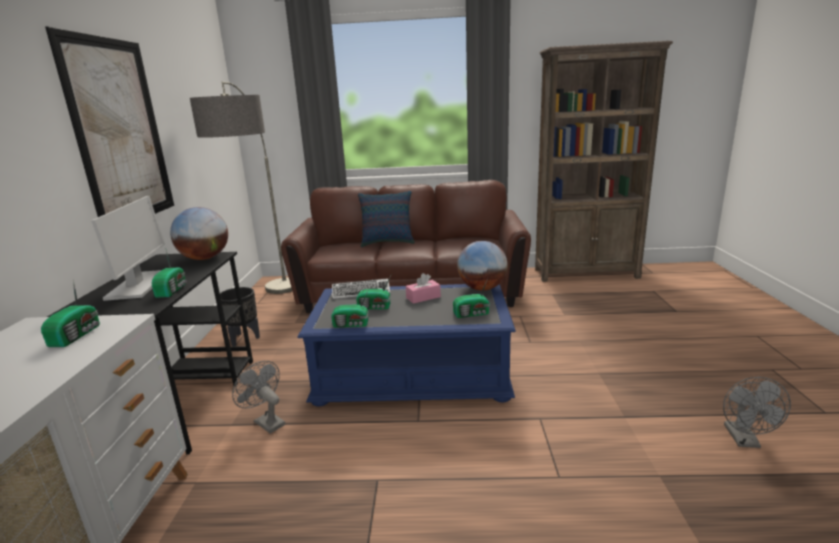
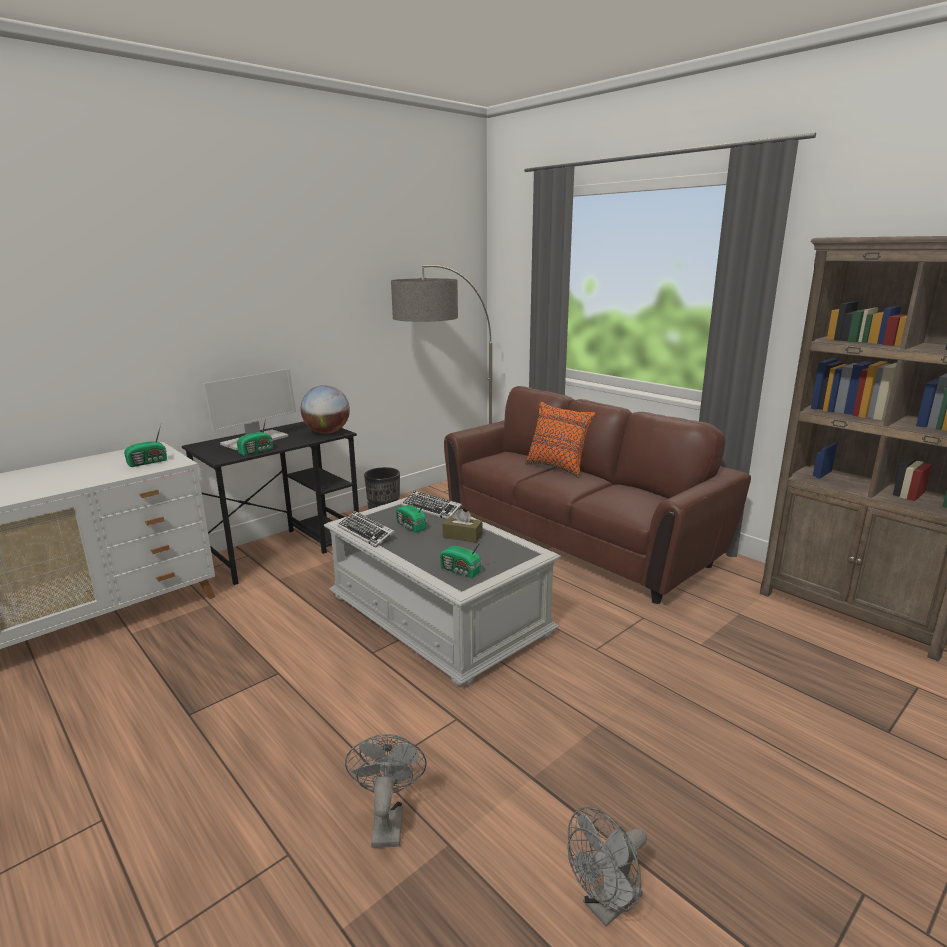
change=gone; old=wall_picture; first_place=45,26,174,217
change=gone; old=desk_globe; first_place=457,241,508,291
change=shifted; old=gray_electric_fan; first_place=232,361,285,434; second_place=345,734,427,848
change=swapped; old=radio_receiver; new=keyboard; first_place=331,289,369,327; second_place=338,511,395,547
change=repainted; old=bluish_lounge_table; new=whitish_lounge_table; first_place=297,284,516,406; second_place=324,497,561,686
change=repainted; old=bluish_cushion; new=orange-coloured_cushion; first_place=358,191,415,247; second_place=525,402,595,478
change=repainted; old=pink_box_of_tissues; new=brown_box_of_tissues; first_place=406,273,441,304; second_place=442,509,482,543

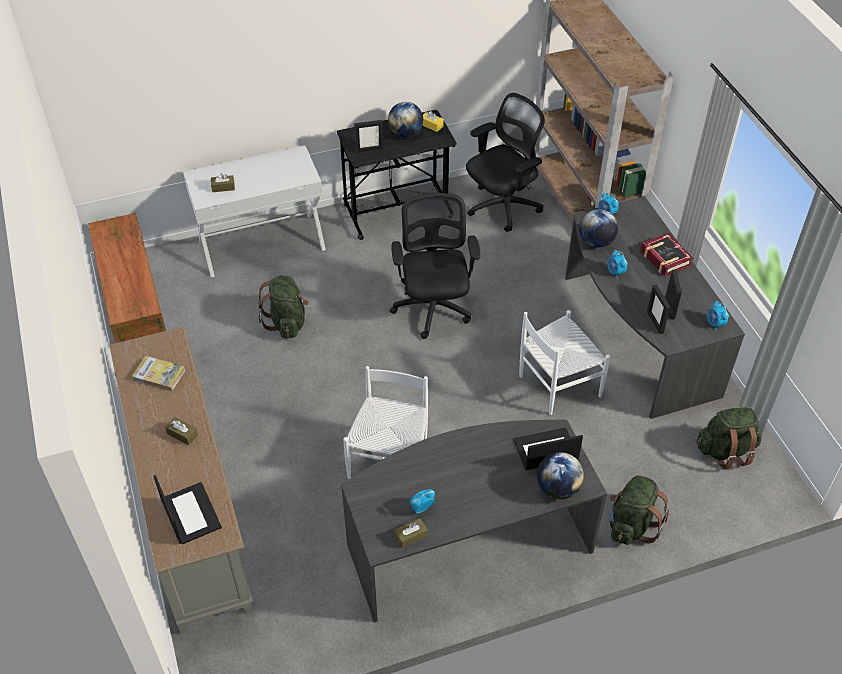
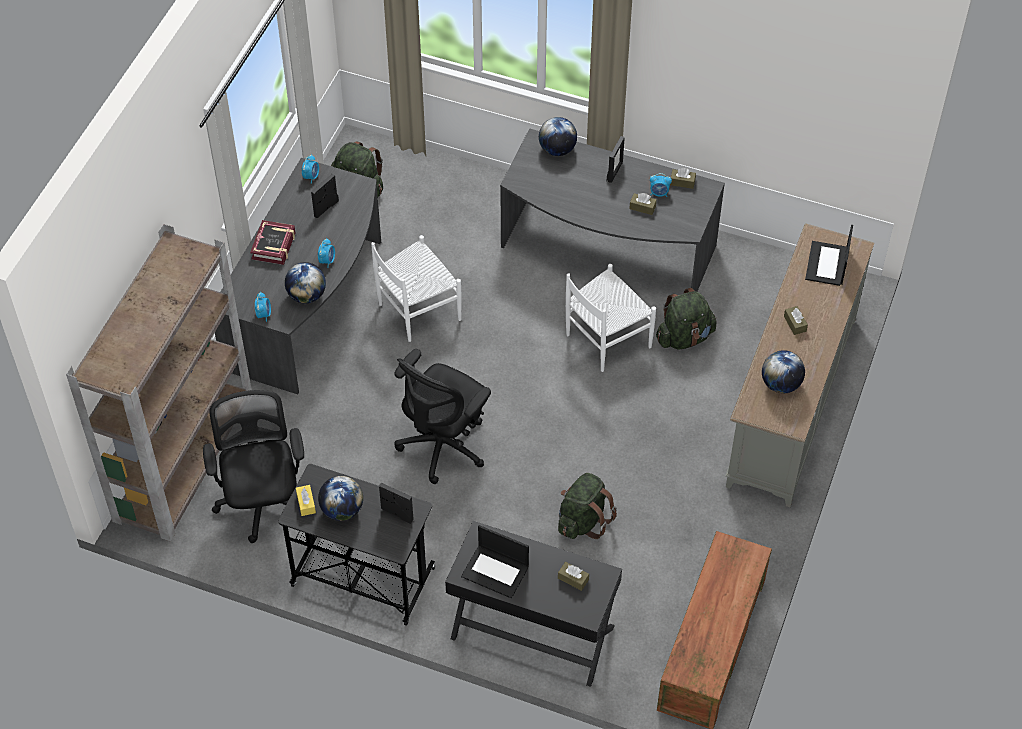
change=new; new=brown_box_of_tissues; second_place=629,193,657,215
change=shifted; old=portable_computer; first_place=514,427,583,470; second_place=461,525,529,598
change=shifted; old=green-coloured_knapsack; first_place=609,475,669,545; second_place=656,288,717,350
change=shifted; old=photo_frame; first_place=647,284,670,334; second_place=607,136,625,183
change=swapped; old=volume; new=desk_globe; first_place=132,356,186,391; second_place=762,350,805,393
change=repainted; old=whitish_narrow_table; new=black-coloured_narrow_table; first_place=183,145,326,277; second_place=445,521,622,687
change=rotated; old=black-coloured_desk_chair; first_place=466,93,545,232; second_place=203,390,304,543; degrees=75
change=rotated; old=whitish_plain_chair; first_place=519,310,610,415; second_place=371,235,462,342; degrees=135

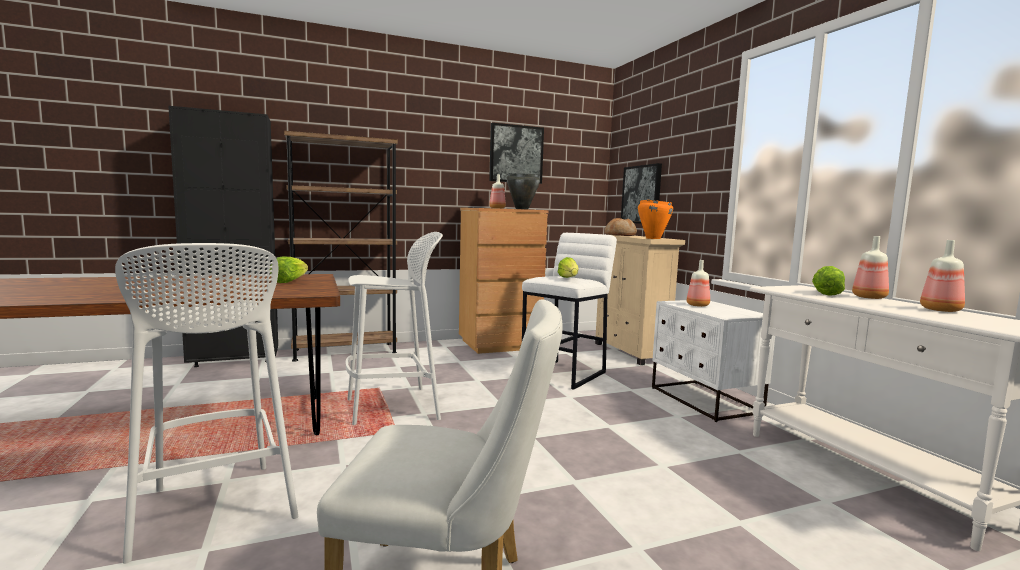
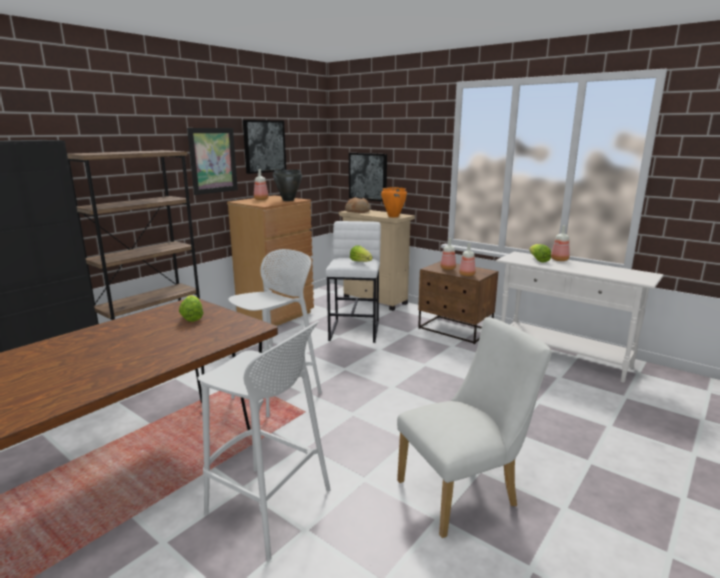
change=new; new=wall_picture; second_place=187,128,238,195
change=shifted; old=beverage_bottle; first_place=920,240,965,312; second_place=459,243,476,276
change=repainted; old=whitish_night_table; new=brown_night_table; first_place=652,300,775,422; second_place=418,261,499,344

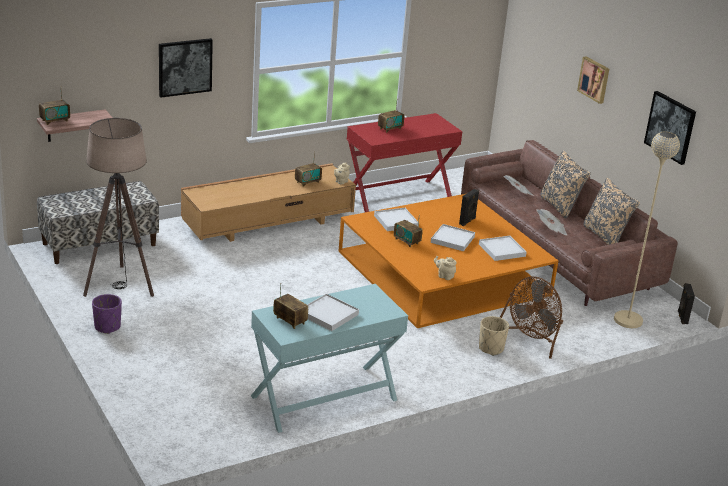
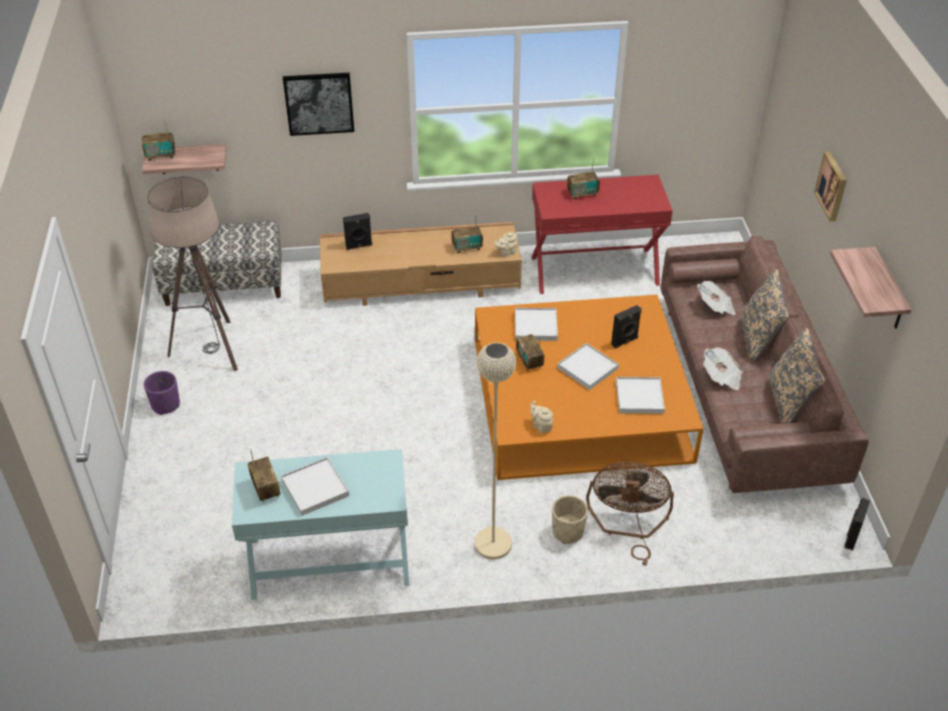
change=new; new=black-coloured_loudspeaker; second_place=343,213,372,250
change=shifted; old=sand-coloured_floor_lamp; first_place=614,131,680,328; second_place=474,342,516,559
change=swapped; old=wall_picture; new=bracket_shelf; first_place=644,91,696,165; second_place=830,247,912,329
change=rotated; old=brown_electric_fan; first_place=500,276,563,359; second_place=586,462,674,566; degrees=120

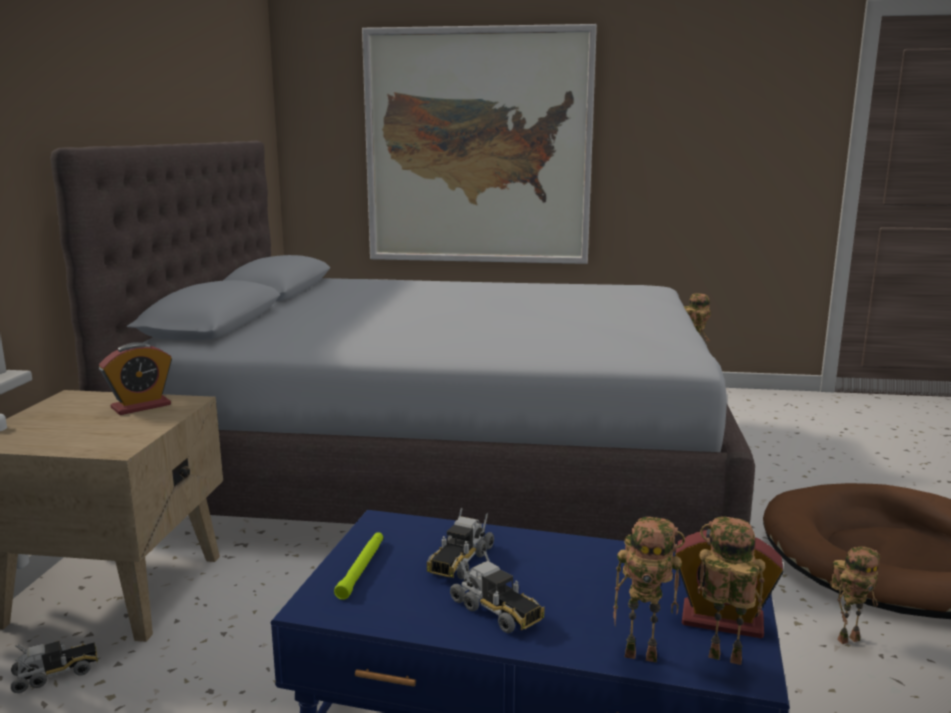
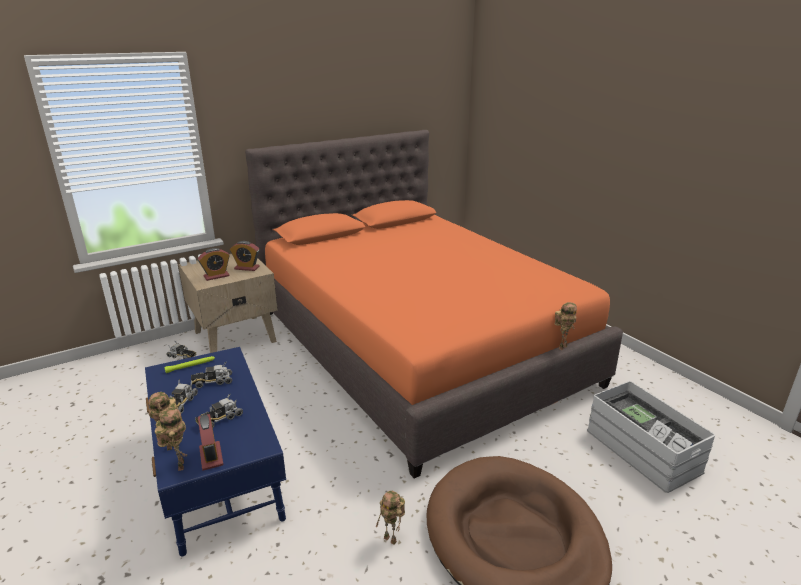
change=gone; old=wall_picture; first_place=362,24,597,264
change=new; new=toy_lorry; second_place=195,395,243,428
change=new; new=alarm_clock; second_place=198,248,230,281
change=new; new=gray_storage_container; second_place=587,381,715,493
change=repainted; old=gray_sleeping_bed; new=orange-coloured_sleeping_bed; first_place=50,141,755,544; second_place=245,130,623,478

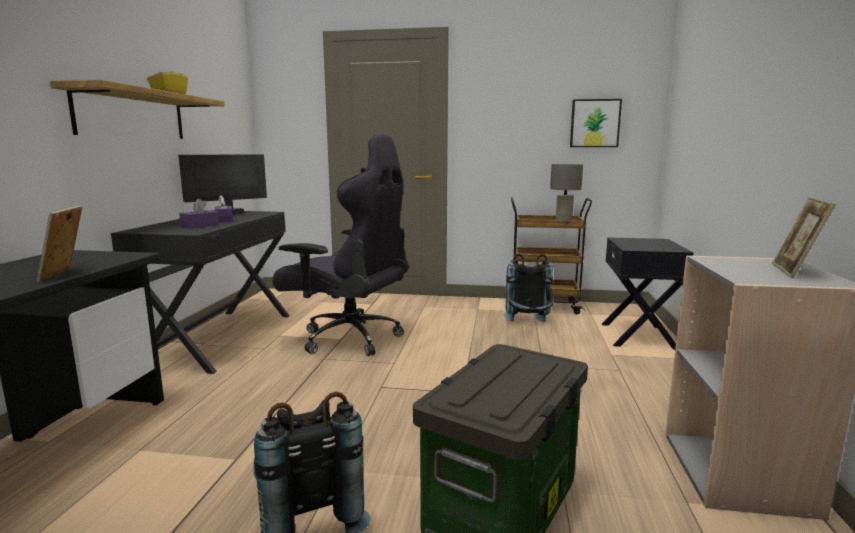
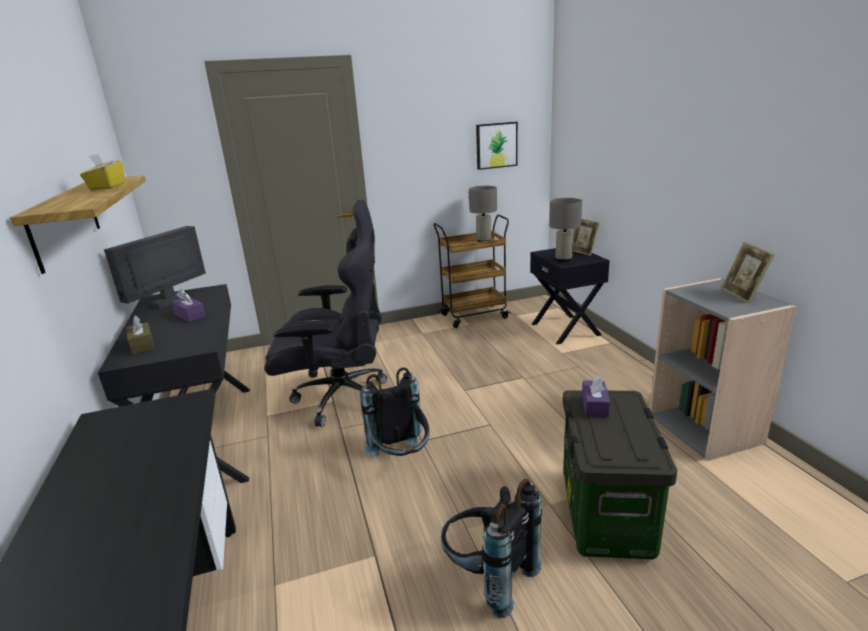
change=new; new=brown_box_of_tissues; second_place=126,315,154,355
change=new; new=gray_table_lamp; second_place=549,198,582,262
change=shifted; old=photo_frame; first_place=37,206,83,282; second_place=573,219,600,256
change=shifted; old=purple_box_of_tissues; first_place=179,199,219,228; second_place=582,375,610,418
change=shifted; old=black-coloured_knapsack; first_place=503,254,554,322; second_place=360,367,430,456

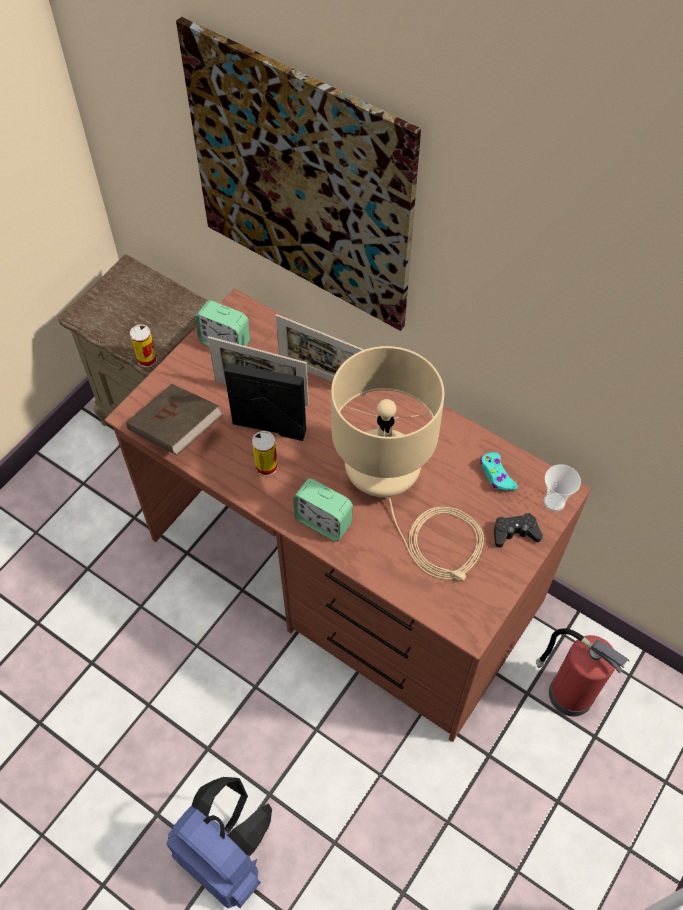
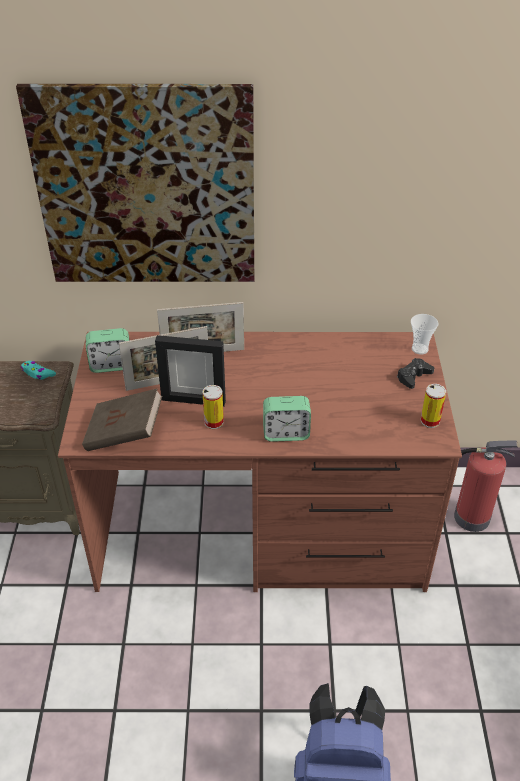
change=gone; old=sand-coloured_table_lamp; first_place=331,346,484,581
change=shifted; old=metal_can; first_place=130,324,157,367; second_place=421,384,446,428
change=shifted; old=blue-green_game_controller; first_place=480,452,518,491; second_place=21,361,56,380
change=rotated; old=photo_frame; first_place=224,363,306,441; second_place=155,335,226,407; degrees=-150

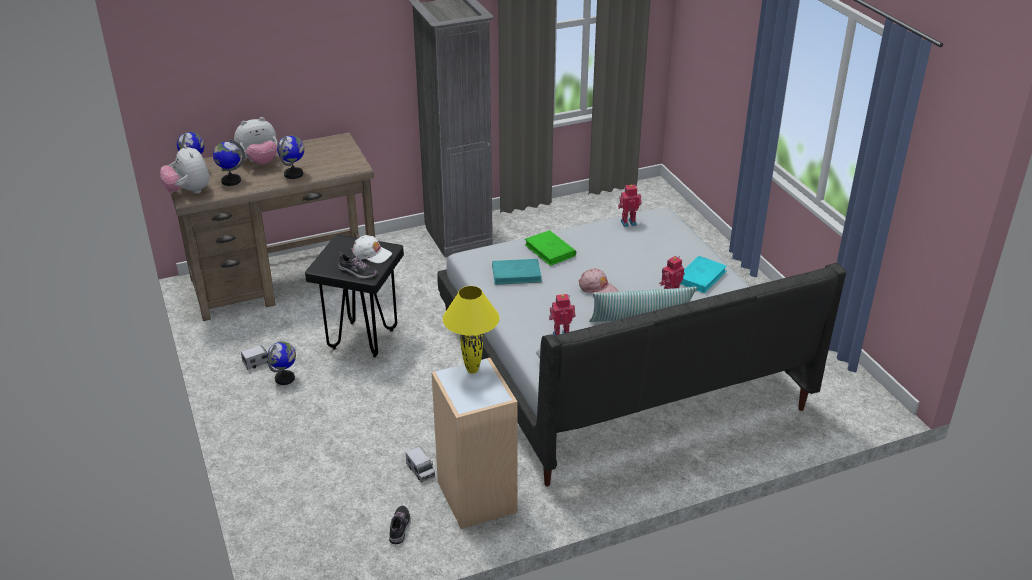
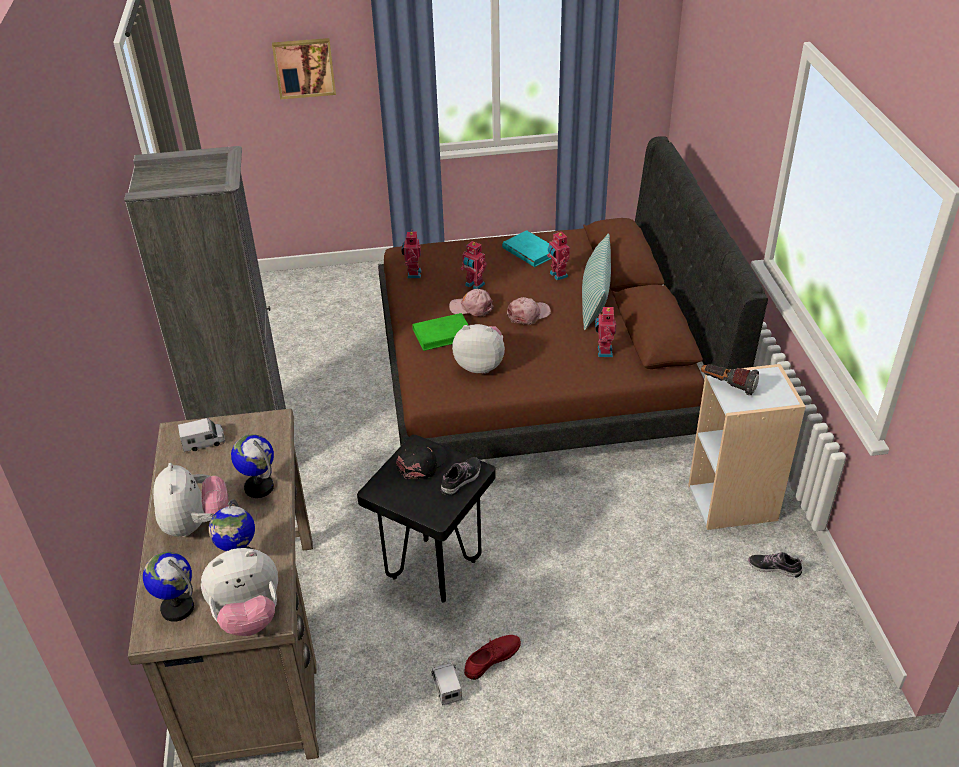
change=new; new=wall_picture; second_place=272,38,336,100
change=new; new=pink_cap; second_place=449,289,494,316
change=new; new=robot_figure; second_place=461,241,487,289
change=shifted; old=toy_lorry; first_place=406,447,435,482; second_place=178,418,225,452
change=swapped; old=desk_globe; new=reddish_low_shoe; first_place=267,342,296,385; second_place=464,635,521,680
change=swapped; old=yellow_table_lamp; new=hand_torch; first_place=443,286,499,374; second_place=701,364,759,395
change=swapped; old=blue-green_volume; new=plush_toy; first_place=492,259,542,285; second_place=452,324,505,373
change=repainted; old=whitish_cap; new=black-coloured_cap; first_place=352,235,392,263; second_place=396,444,448,479
change=repainted; old=gray_sleeping_bed; new=brown_sleeping_bed; first_place=437,208,846,486; second_place=378,136,768,460

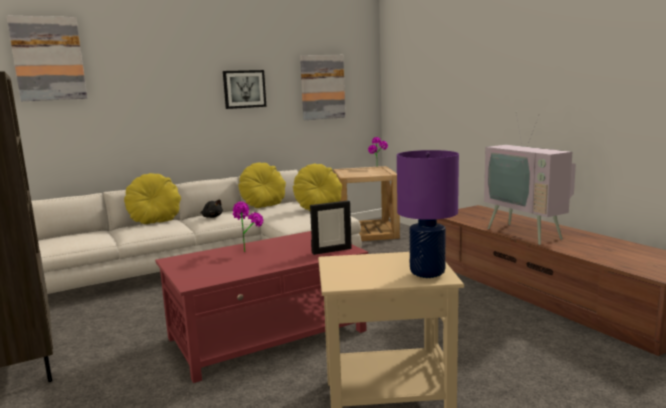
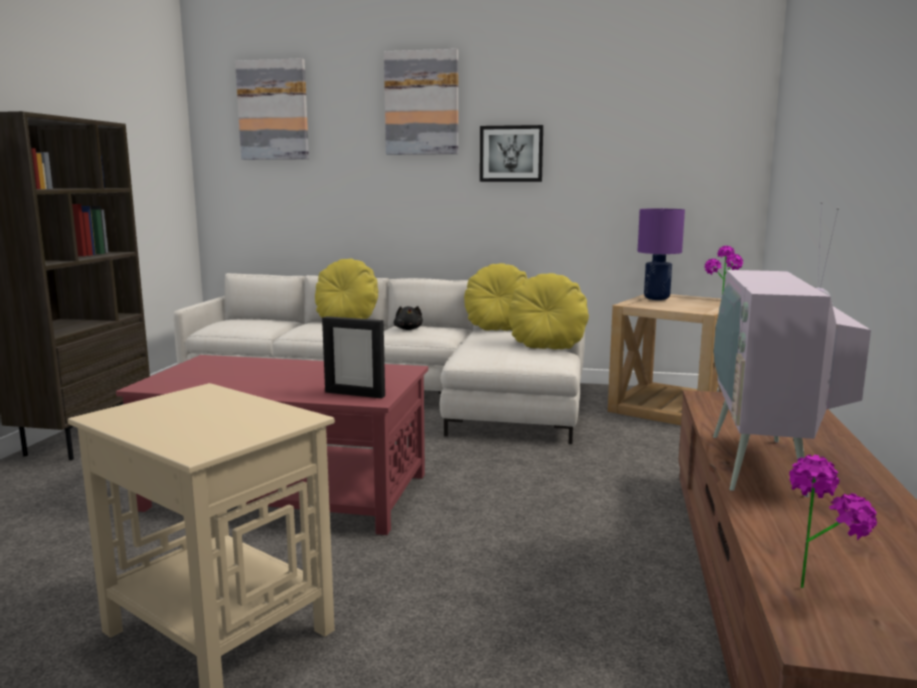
change=shifted; old=plant_in_a_pot; first_place=233,202,264,252; second_place=789,455,877,588
change=shifted; old=wall_picture; first_place=300,55,345,120; second_place=384,49,458,155
change=shifted; old=purple_table_lamp; first_place=397,150,459,278; second_place=637,208,685,300

